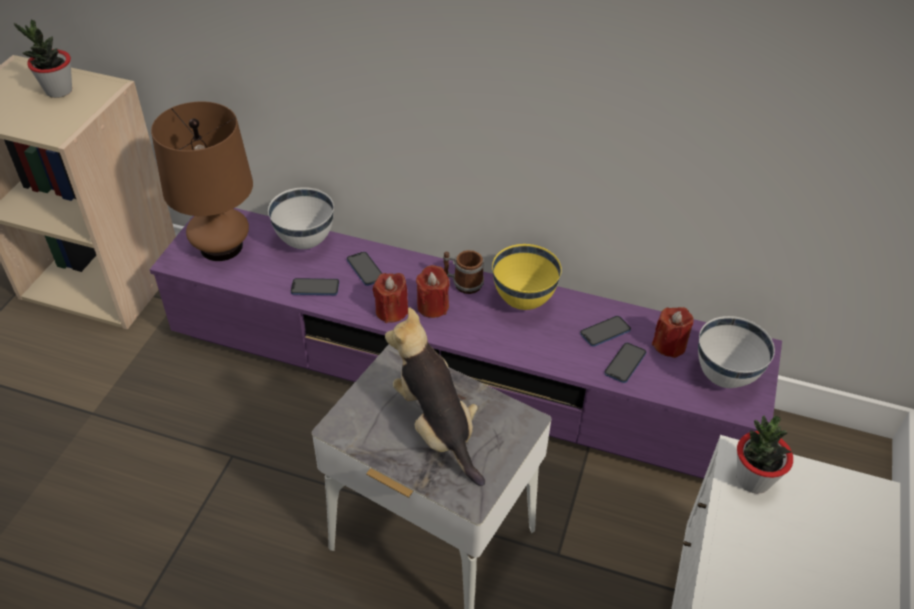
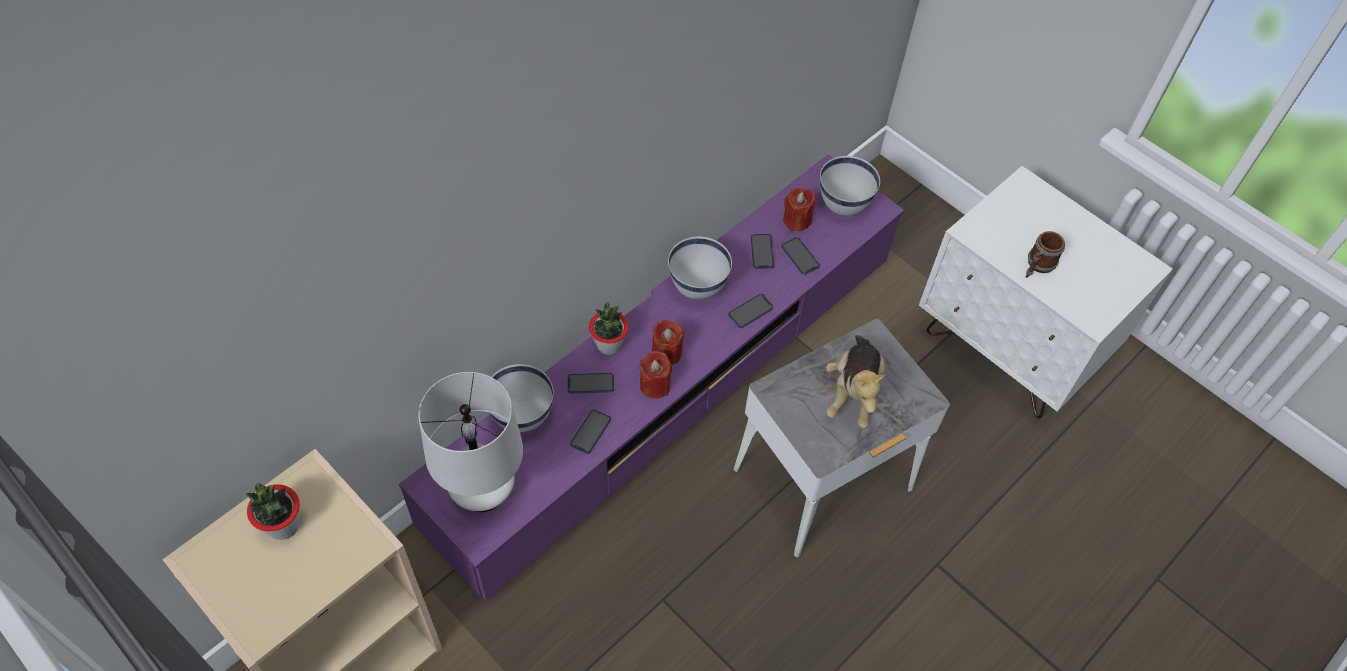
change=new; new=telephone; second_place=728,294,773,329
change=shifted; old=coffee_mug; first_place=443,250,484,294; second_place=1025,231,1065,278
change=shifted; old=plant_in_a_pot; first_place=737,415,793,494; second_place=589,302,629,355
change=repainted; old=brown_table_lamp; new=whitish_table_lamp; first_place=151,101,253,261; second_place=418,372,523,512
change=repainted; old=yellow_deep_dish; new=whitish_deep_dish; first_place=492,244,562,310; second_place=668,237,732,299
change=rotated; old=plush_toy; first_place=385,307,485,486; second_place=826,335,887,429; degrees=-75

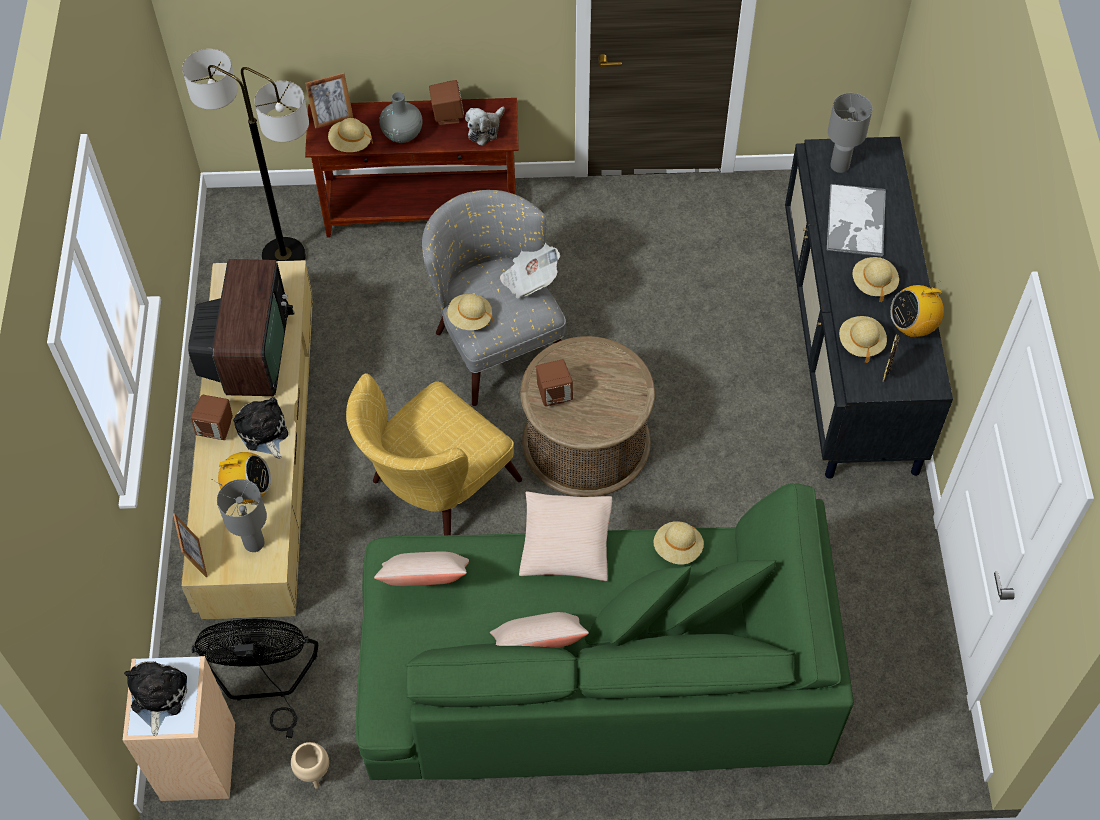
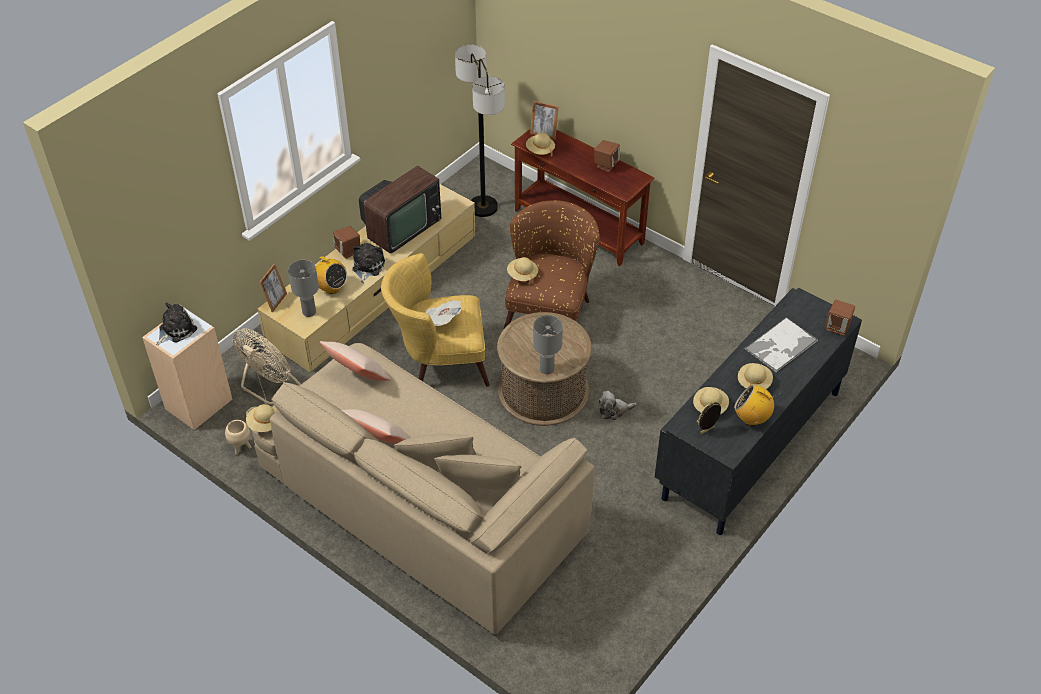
change=gone; old=gray_flower_vase; first_place=379,92,423,143
change=gone; old=sand-coloured_cushion; first_place=519,492,612,581
change=shifted; old=plush_toy; first_place=465,107,505,146; second_place=598,391,637,420
change=shifted; old=newspaper; first_place=500,243,560,299; second_place=426,300,462,326
change=shifted; old=brown_loudspeaker; first_place=536,359,573,407; second_place=825,300,855,336
change=shifted; old=sand-coloured_wearable_hat; first_place=653,521,704,565; second_place=246,404,279,432
change=shifted; old=gray_table_lamp; first_place=828,93,873,173; second_place=533,315,563,374
change=repainted; old=black-coloured_electric_fan; new=sand-coloured_electric_fan; first_place=192,619,318,739; second_place=232,328,301,416
change=repainted; old=green-coloured_sofa; new=sand-coloured_sofa; first_place=356,483,854,780; second_place=251,343,595,636
change=repainted; old=gray_armchair; new=brown_armchair; first_place=422,190,566,406; second_place=503,200,600,330

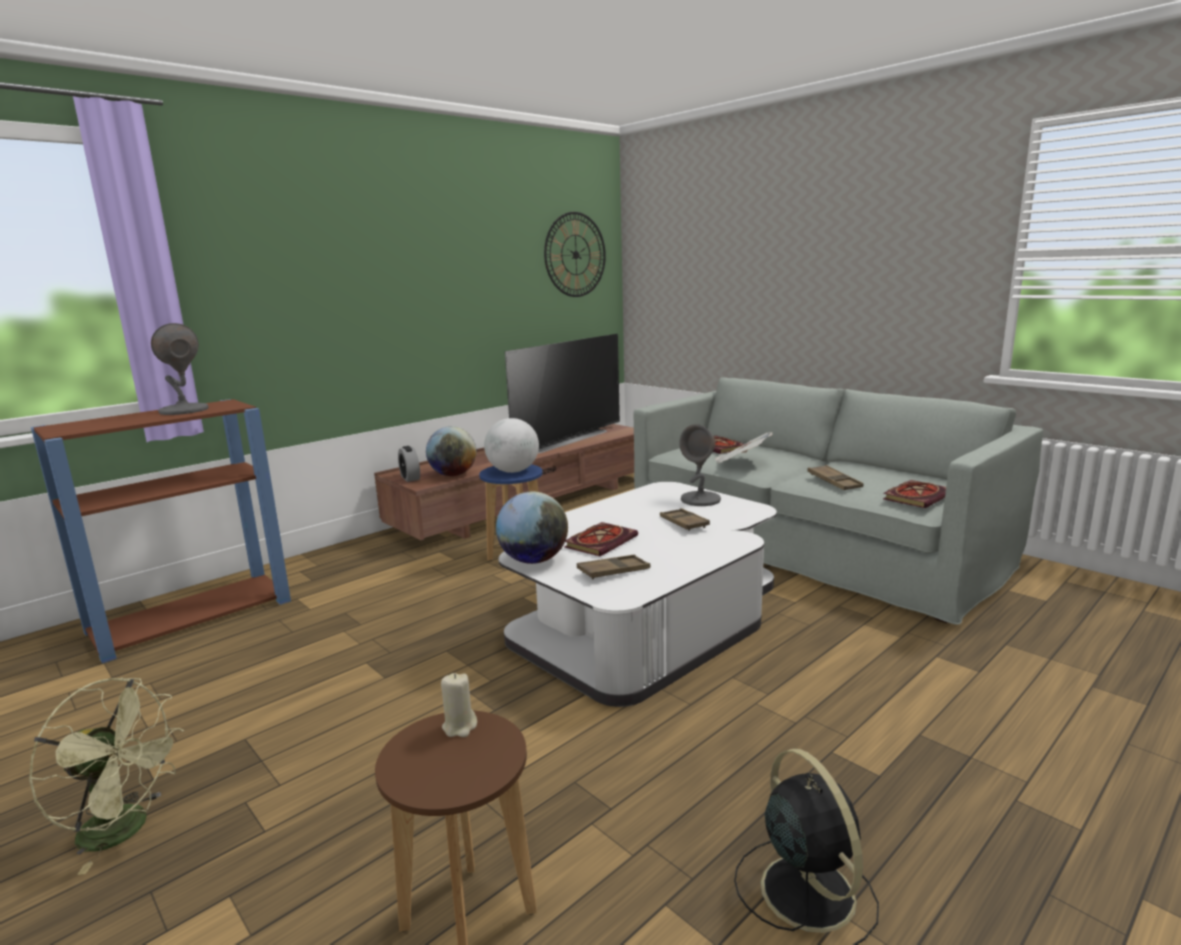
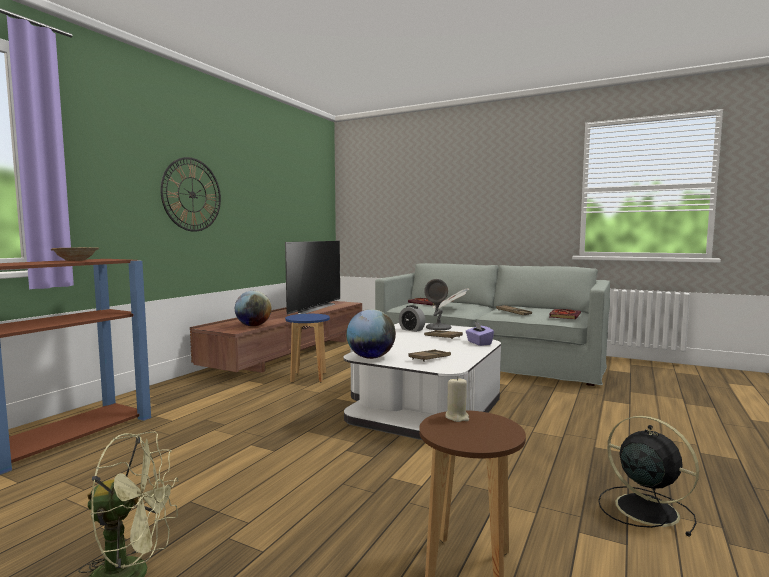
change=gone; old=desk_globe; first_place=484,418,539,473
change=gone; old=volume; first_place=564,522,638,556
change=new; new=purple_box_of_tissues; second_place=466,321,494,346
change=shifted; old=alarm_clock; first_place=398,446,420,482; second_place=399,305,425,332
change=shifted; old=hanging_clock; first_place=544,212,606,297; second_place=160,157,221,232
change=swapped; old=gray_table_lamp; new=brown_deep_dish; first_place=151,323,209,415; second_place=51,247,99,261

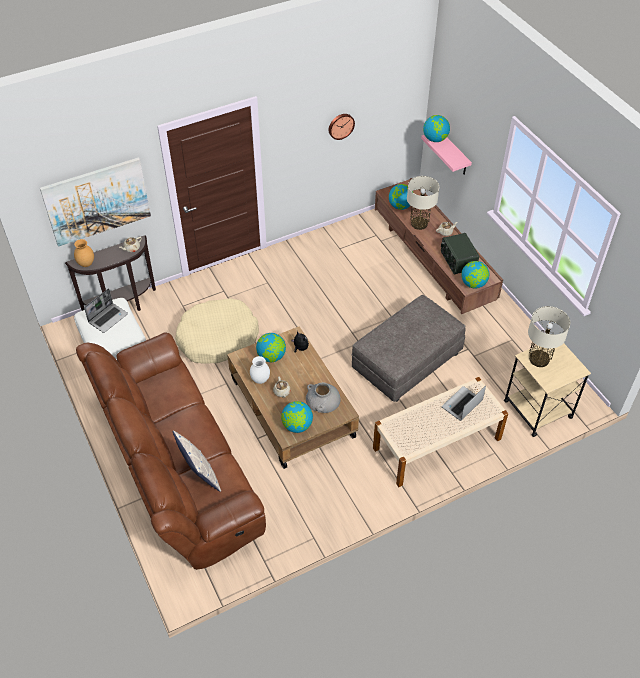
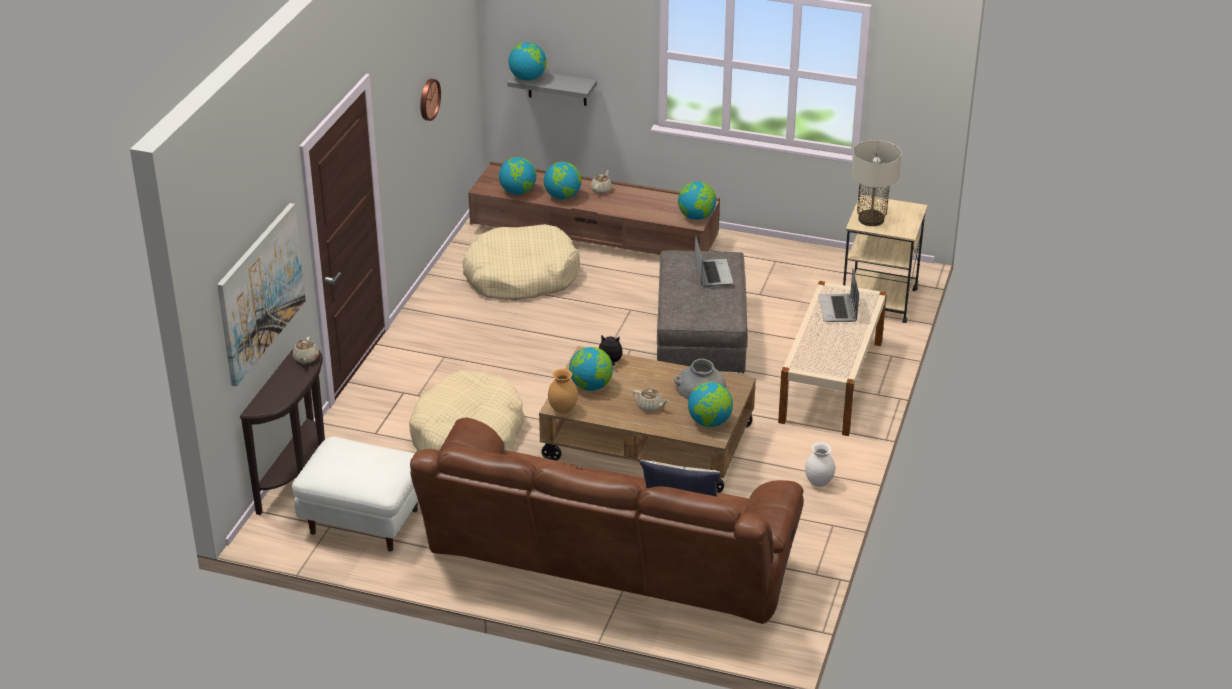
change=gone; old=radio_receiver; first_place=441,233,479,275
change=new; new=sand-coloured_dog_cushion; second_place=463,224,580,301
change=shifted; old=brown_flower_vase; first_place=74,239,94,267; second_place=548,369,578,414
change=shifted; old=portable_computer; first_place=84,288,128,333; second_place=694,235,733,287
change=shifted; old=whitish_flower_vase; first_place=250,356,270,384; second_place=805,442,835,487
change=swapped; old=table_lamp; new=desk_globe; first_place=407,176,439,230; second_place=544,162,581,200
change=repainted; old=pink_bracket_shelf; new=gray_bracket_shelf; first_place=421,135,472,175; second_place=507,72,597,106

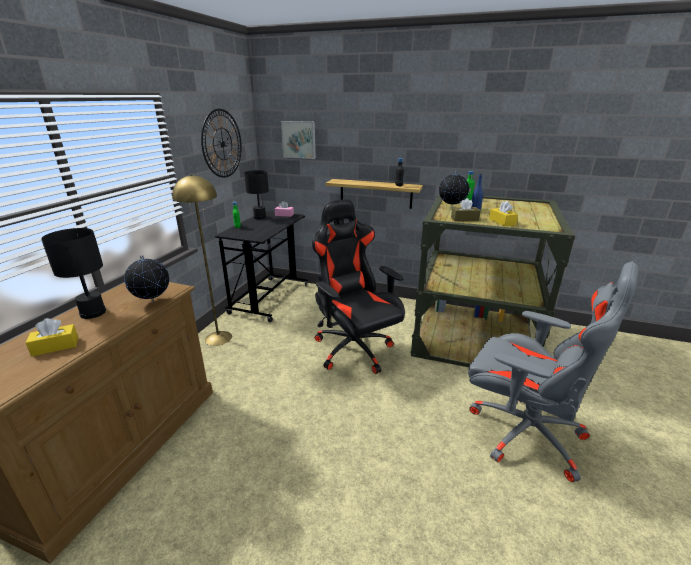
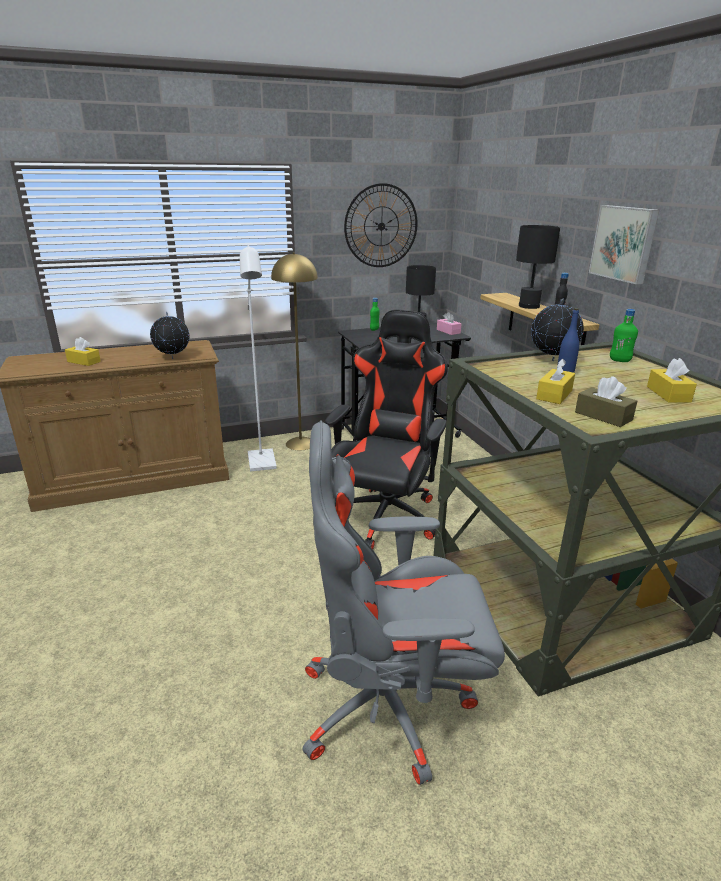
change=new; new=whitish_floor_lamp; second_place=240,244,277,471
change=new; new=yellow_box_of_tissues; second_place=647,358,697,403
change=shifted; old=black-coloured_table_lamp; first_place=41,228,106,319; second_place=516,225,560,309
change=shifted; old=wall_picture; first_place=281,121,316,159; second_place=589,205,659,284
change=shifted; old=brown_box_of_tissues; first_place=451,198,481,221; second_place=575,376,637,427
change=rotated; old=gray_desk_chair; first_place=468,261,638,482; second_place=302,420,505,785; degrees=90

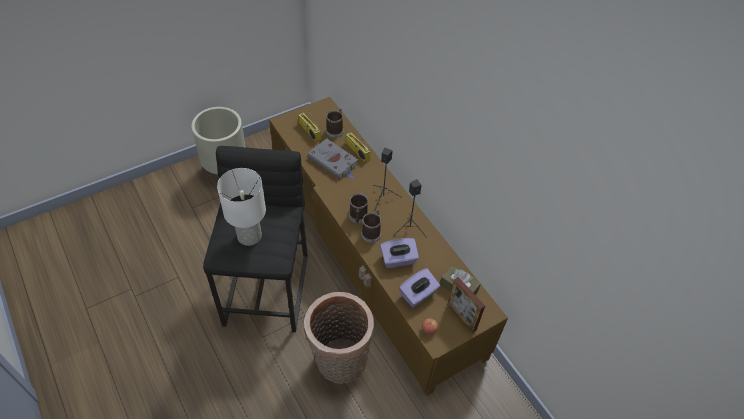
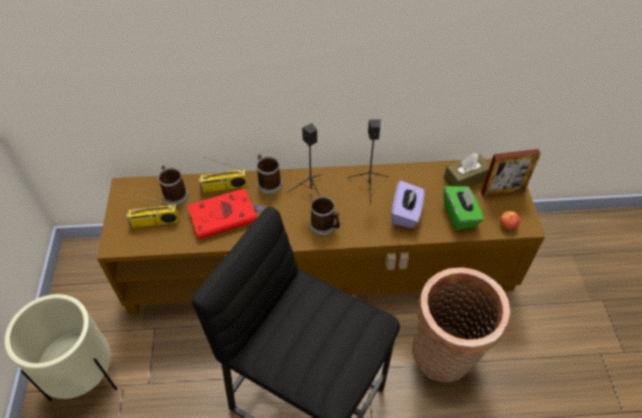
change=gone; old=whitish_table_lamp; first_place=217,168,266,246
change=shifted; old=coffee_mug; first_place=361,210,381,243; second_place=257,155,282,194
change=repainted; old=gray_volume; new=reddish_volume; first_place=307,138,358,179; second_place=187,188,265,239
change=repainted; old=purple_box_of_tissues; new=green-coloured_box_of_tissues; first_place=399,268,440,308; second_place=443,186,484,230

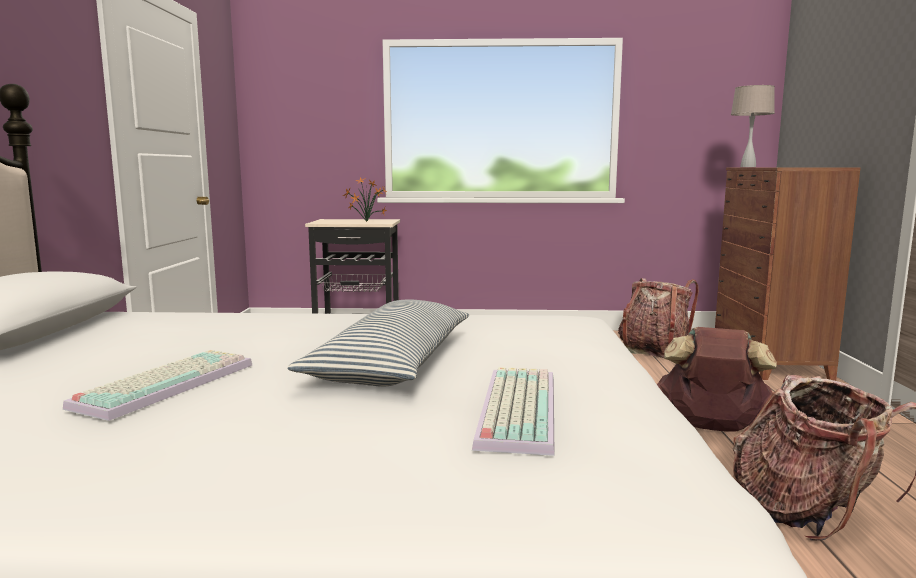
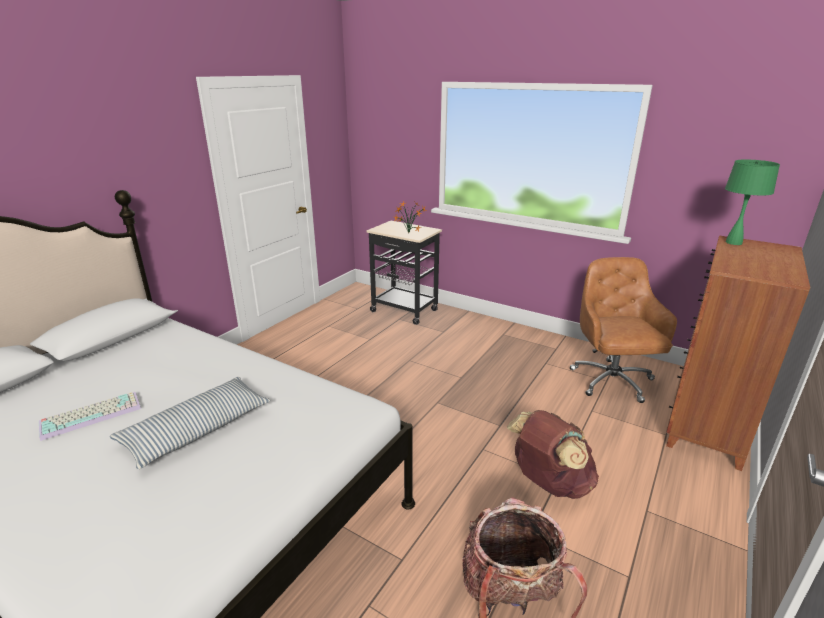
change=gone; old=keyboard; first_place=472,367,555,456
change=swapped; old=knapsack; new=brown_desk_chair; first_place=618,278,699,358; second_place=570,257,677,403
change=repainted; old=sand-coloured_table_lamp; new=green-coloured_table_lamp; first_place=731,85,775,167; second_place=725,160,780,245

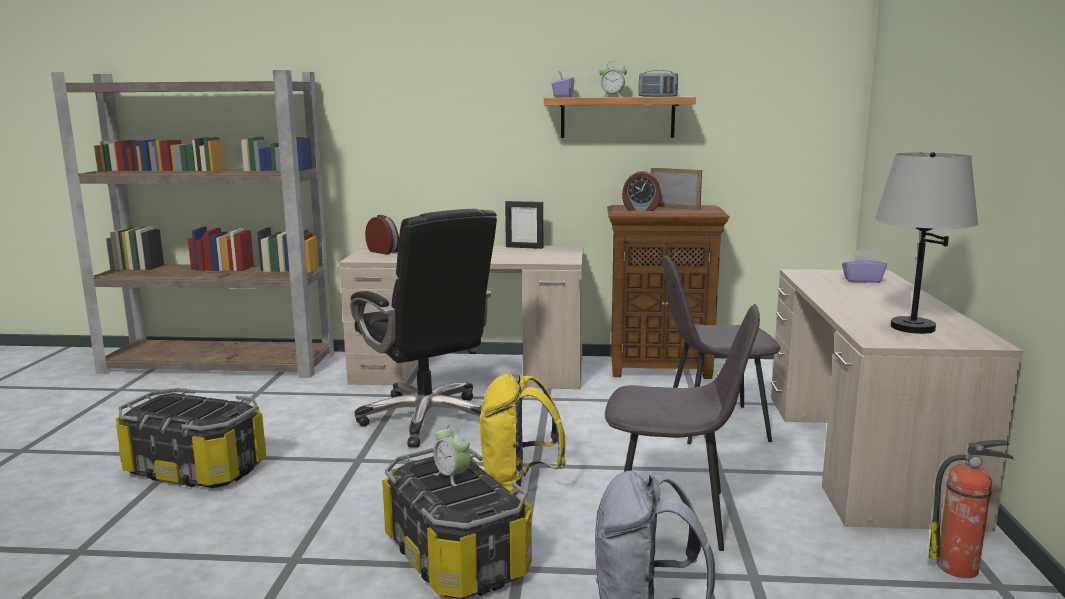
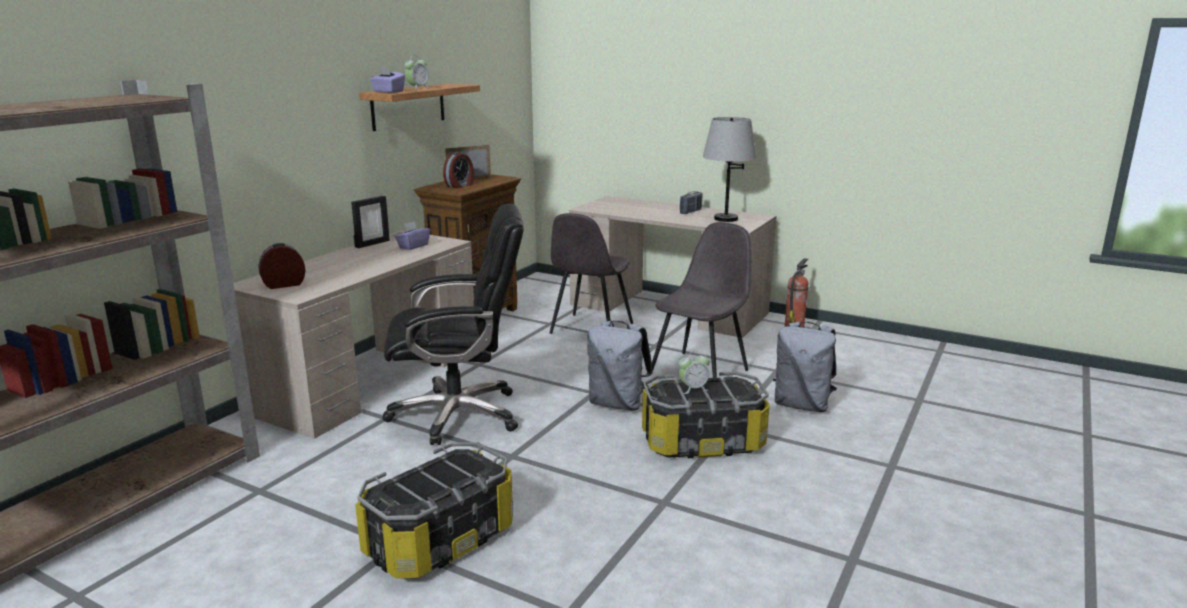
change=shifted; old=radio_receiver; first_place=639,70,678,97; second_place=680,191,702,214
change=shifted; old=purple_box_of_tissues; first_place=842,251,887,283; second_place=395,221,430,250
change=repainted; old=yellow_knapsack; new=gray_knapsack; first_place=480,374,566,495; second_place=587,321,653,411

